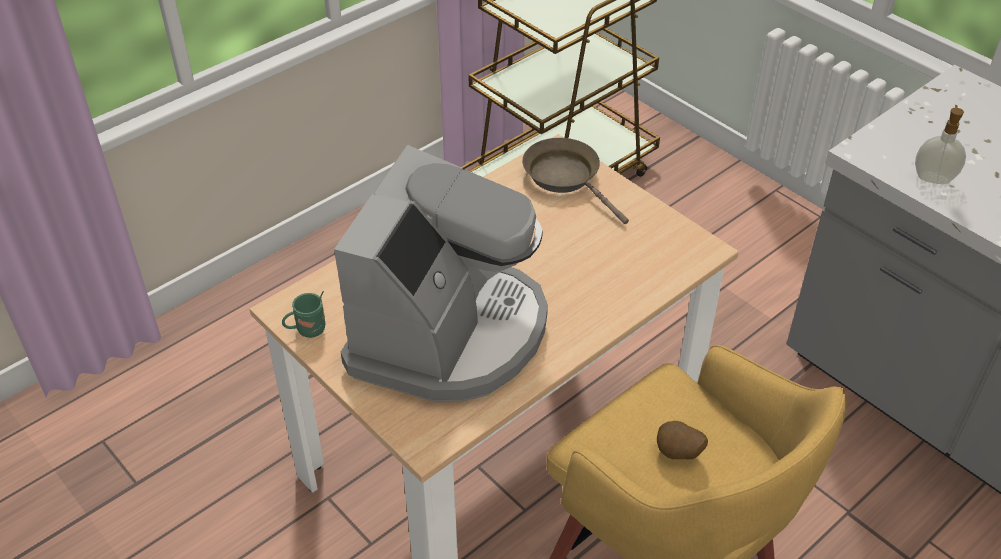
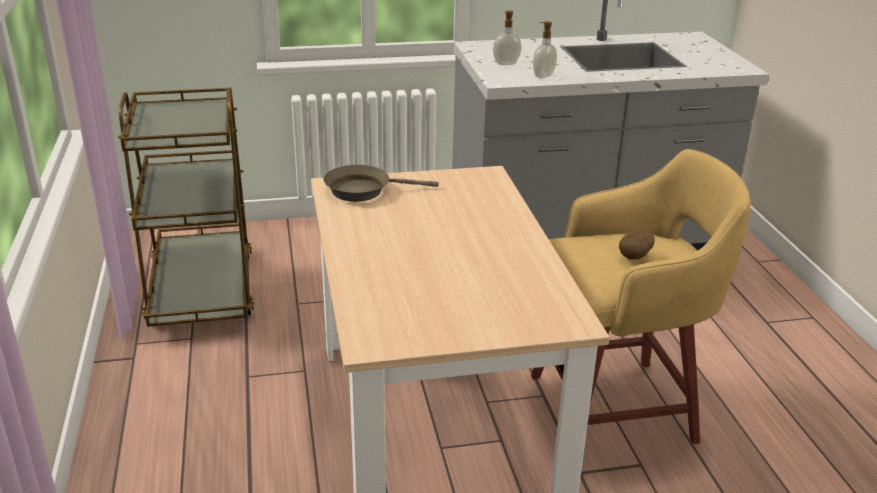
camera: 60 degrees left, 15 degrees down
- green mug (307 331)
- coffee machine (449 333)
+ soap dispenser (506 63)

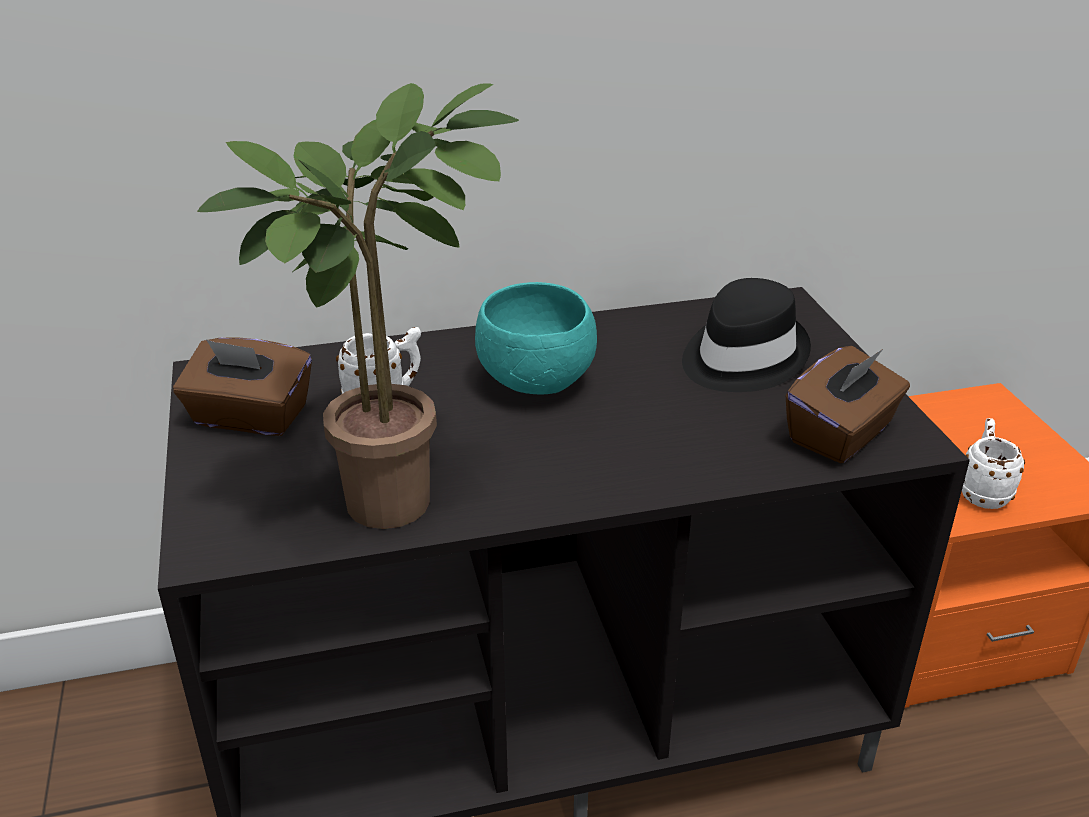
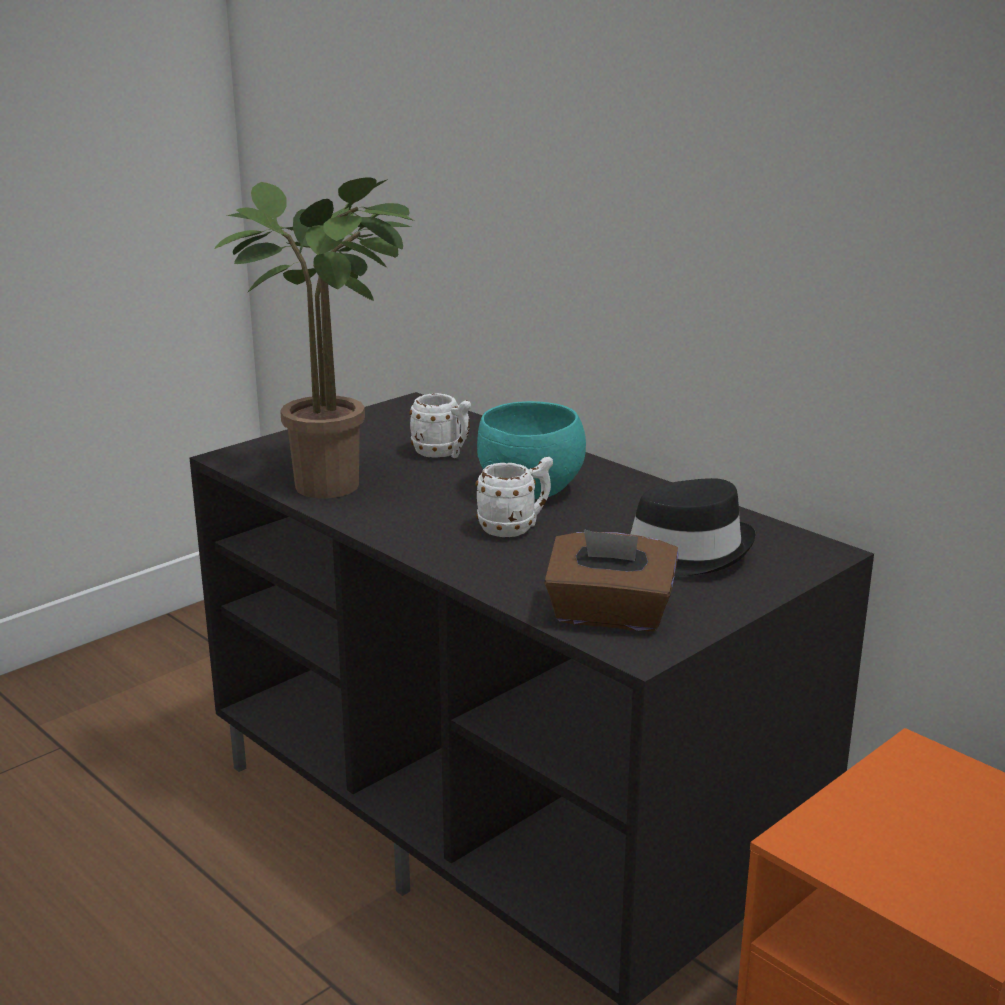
camera: 60 degrees right, 10 degrees down
- brown tissue box (250 417)
~ white mug (982 491) to (515 528)

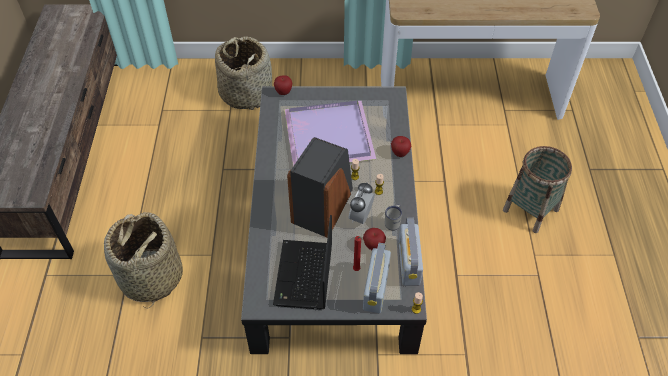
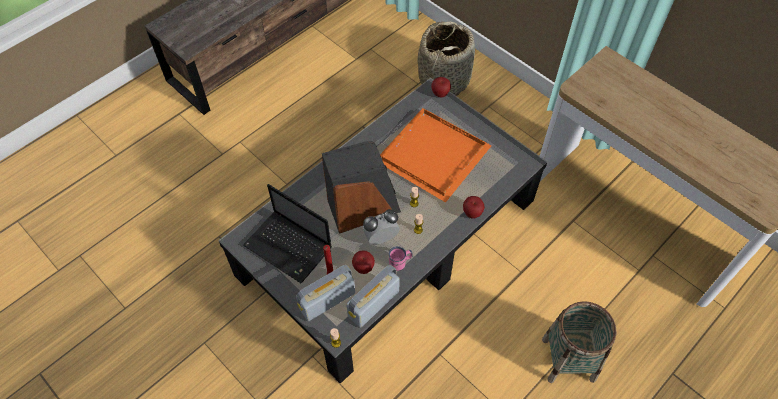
camera: 45 degrees right, 5 degrees up
- basket (150 278)
~ purple tray (327 135) to orange tray (432 153)
~ white mug (393 222) to pink mug (400 263)
~ laptop (304 277) = (290 247) 105 degrees counterclockwise

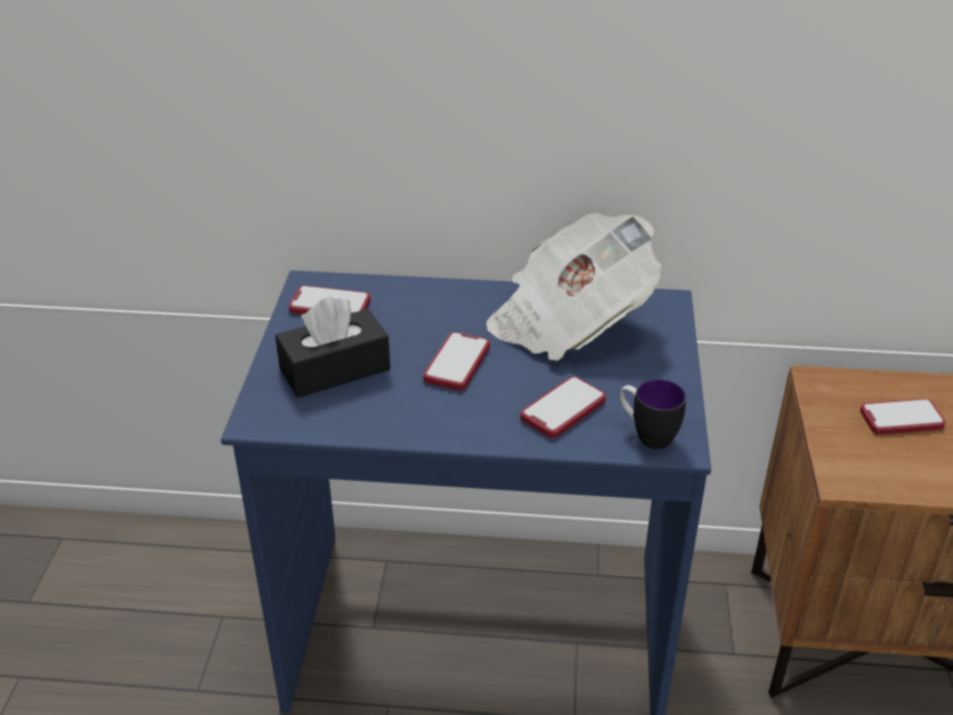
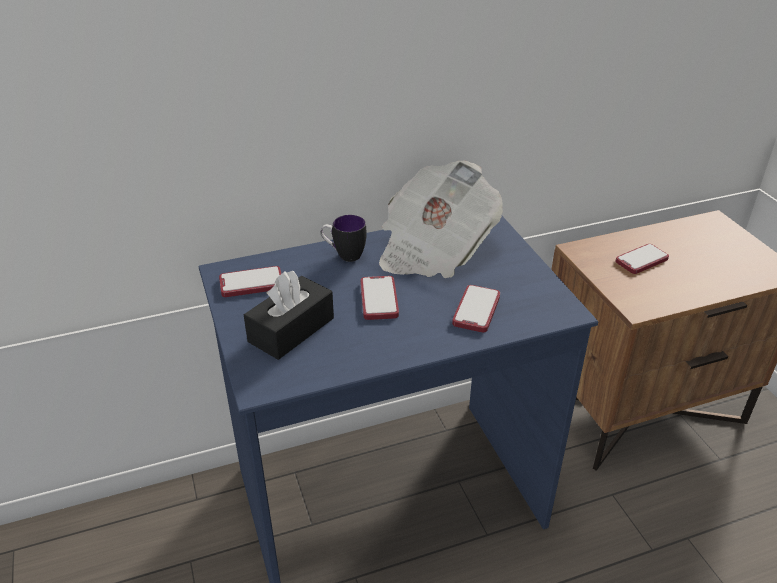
camera: 25 degrees left, 0 degrees up
~ mug (646 435) to (344 255)

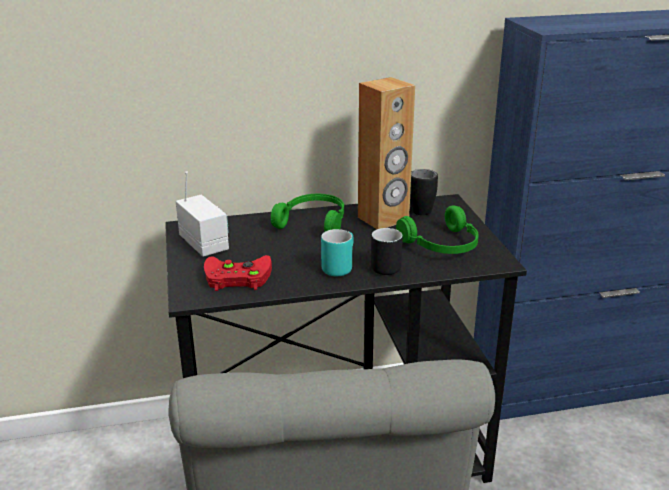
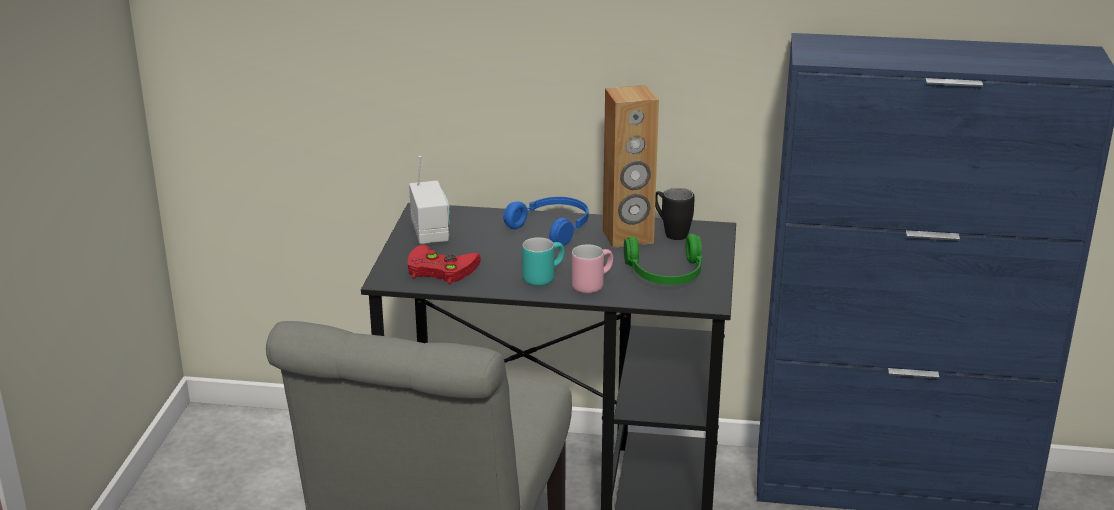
camera: 20 degrees right, 0 degrees up
~ green headphones (314 222) to blue headphones (553 228)
~ black mug (386 265) to pink mug (591 284)

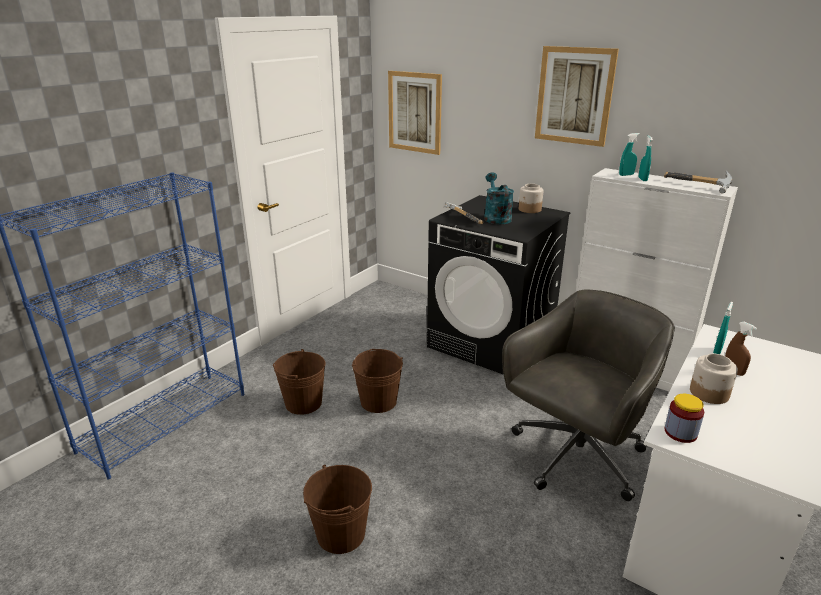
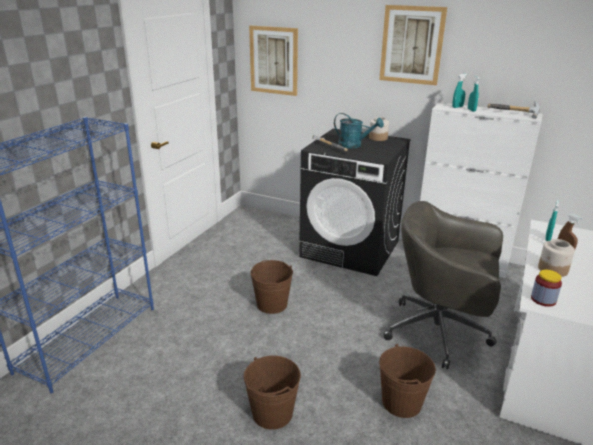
camera: 10 degrees left, 0 degrees up
~ brown bucket (303 403) to (401 402)
~ turquoise watering can (496 217) = (354 145) 135 degrees clockwise
~ grey office chair (575 457) = (440 332) 105 degrees counterclockwise

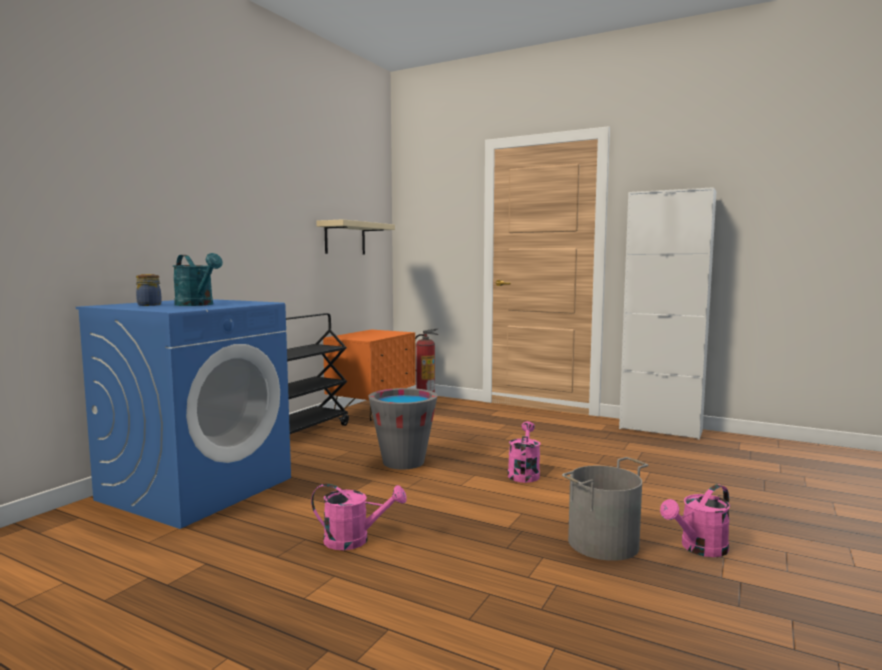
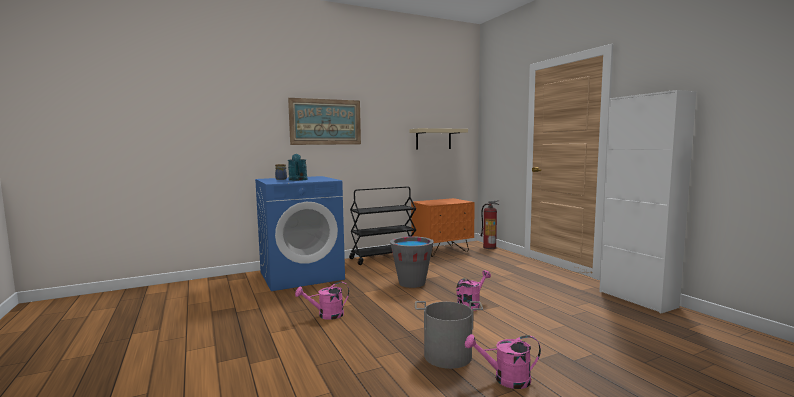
camera: 35 degrees right, 0 degrees up
+ picture (325 122)
~ pink watering can (355 540) = (326 315) 120 degrees clockwise

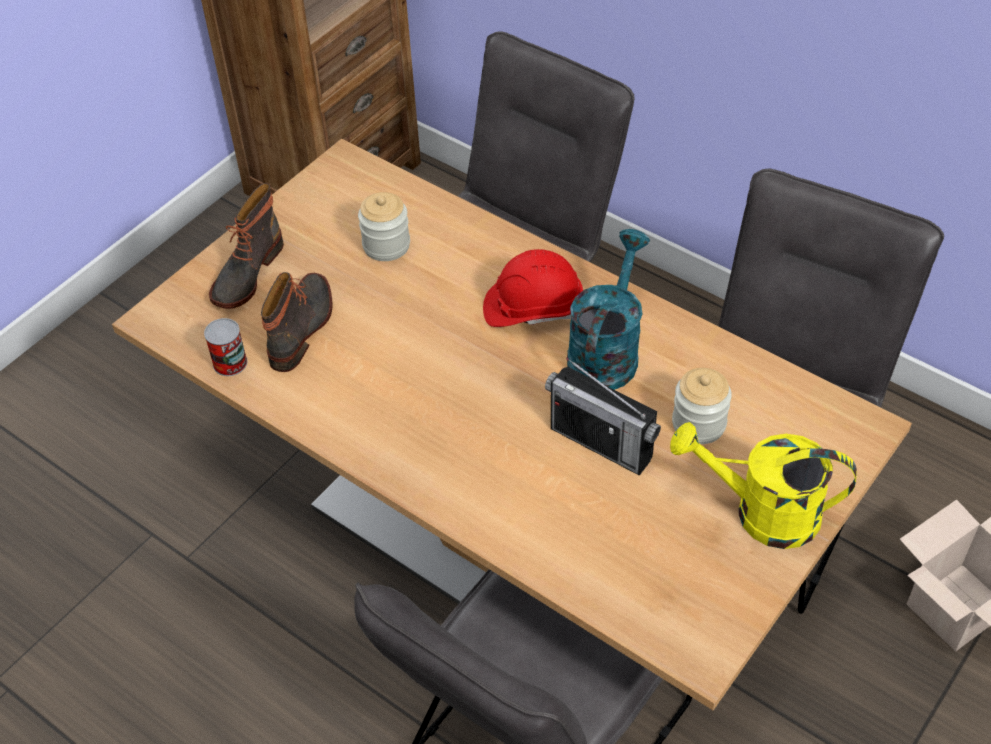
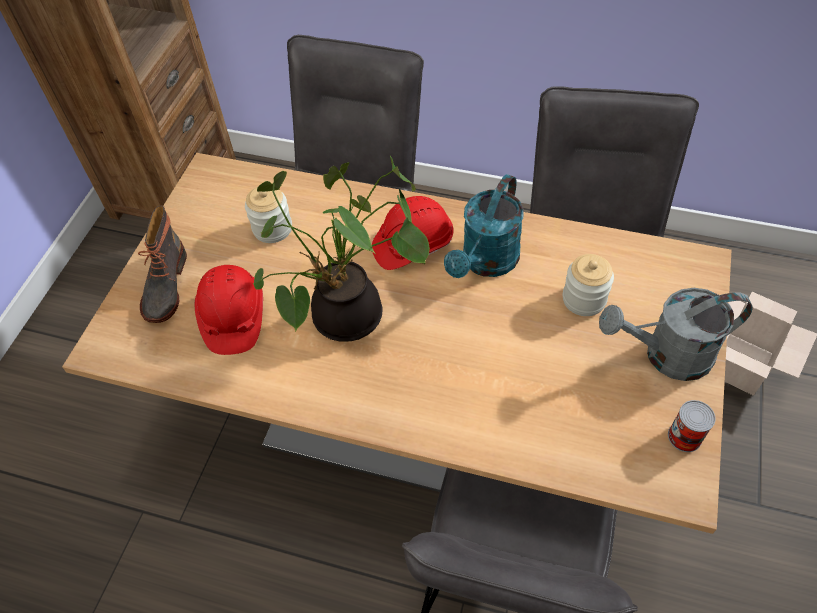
camera: 20 degrees left, 5 degrees up
- radio (601 443)
+ potted plant (347 321)
~ can (230 363) to (684 436)
~ boot (302 327) to red hard hat (233 318)
~ yellow watering can (761 513) to grey watering can (666 355)
~ turquoise watering can (606 351) = (486 263) 150 degrees counterclockwise

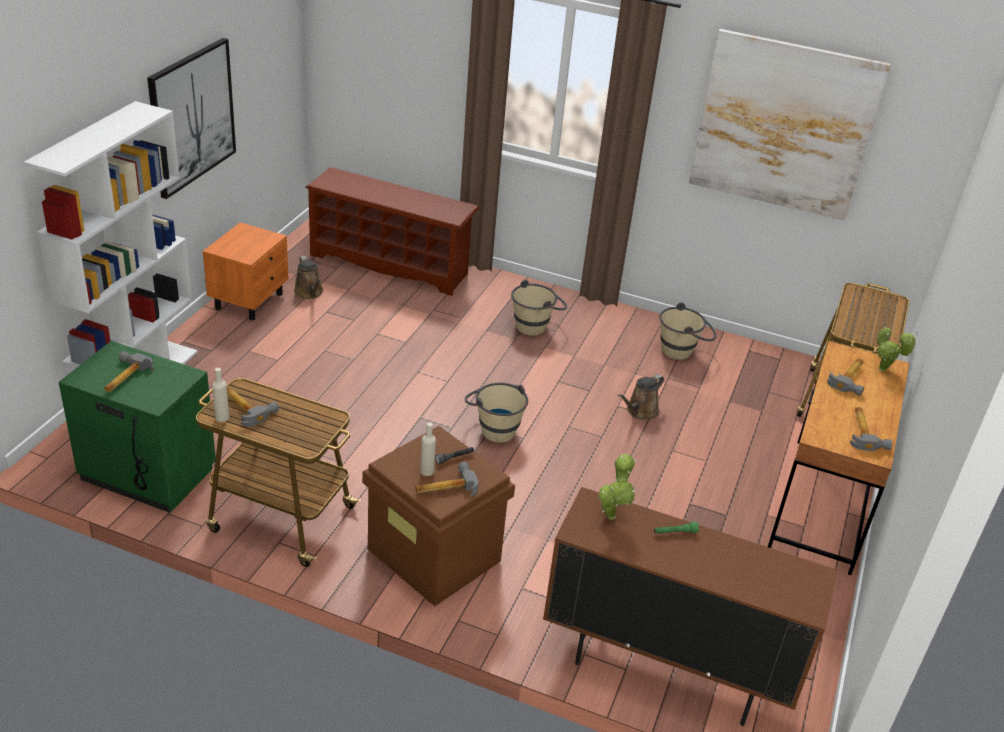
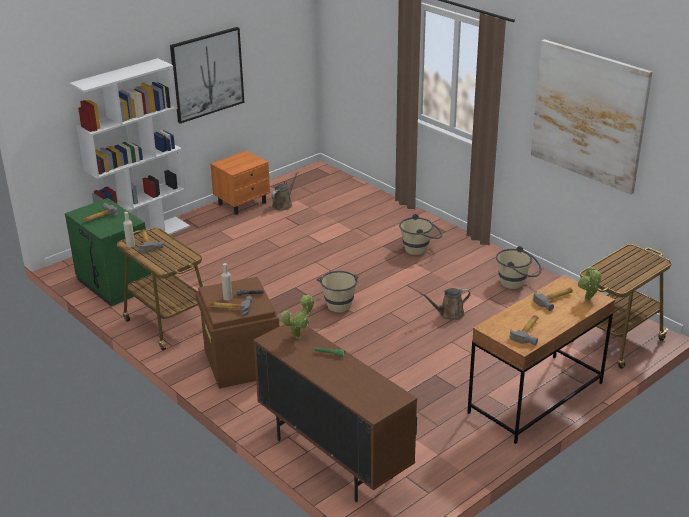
camera: 30 degrees right, 5 degrees down
- brown shoe rack (391 264)
~ brown watering can (309 293) = (283 204) 150 degrees counterclockwise

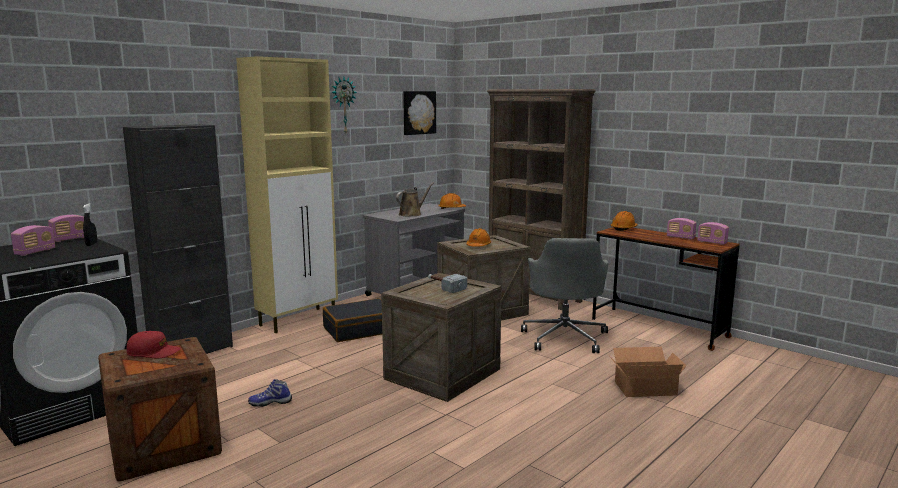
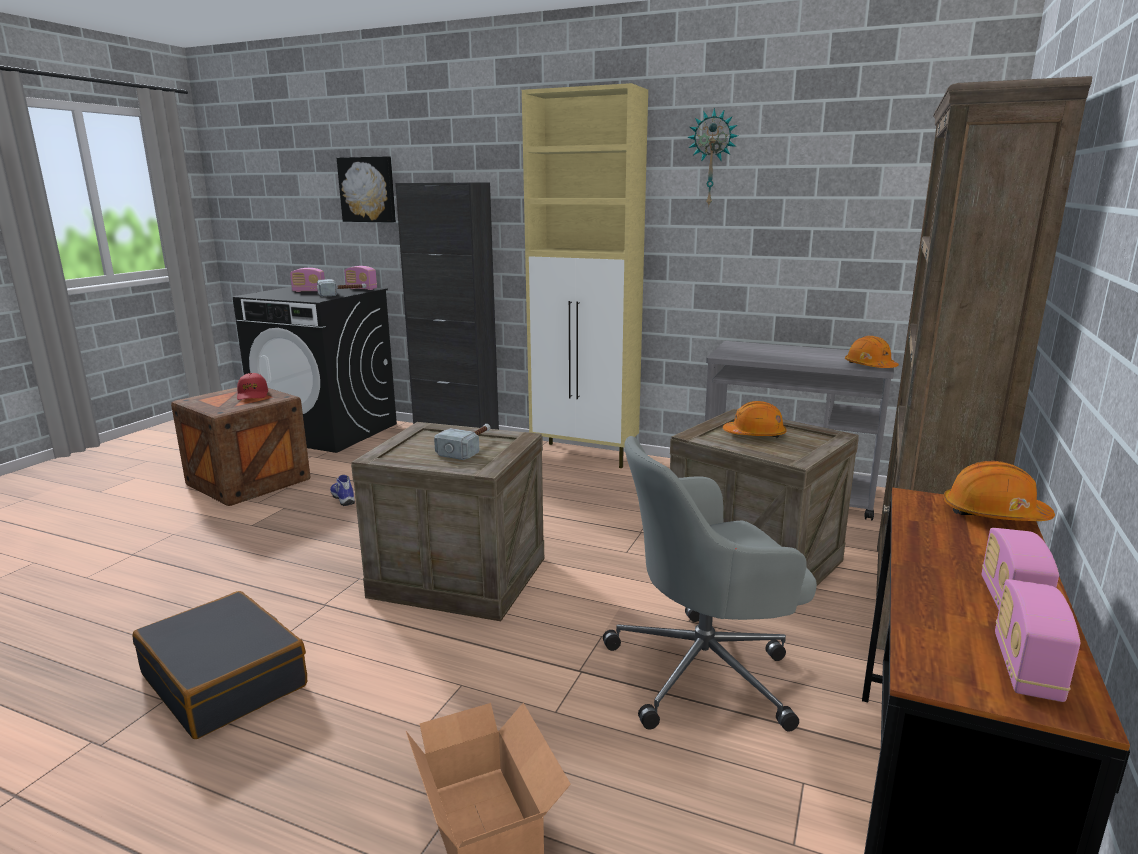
camera: 70 degrees right, 5 degrees up
- brown watering can (412 214)
~ black suitcase (359 330) to (225 680)
~ picture (418 112) to (368 189)
~ black spray bottle (91 244) to hammer (342 294)

